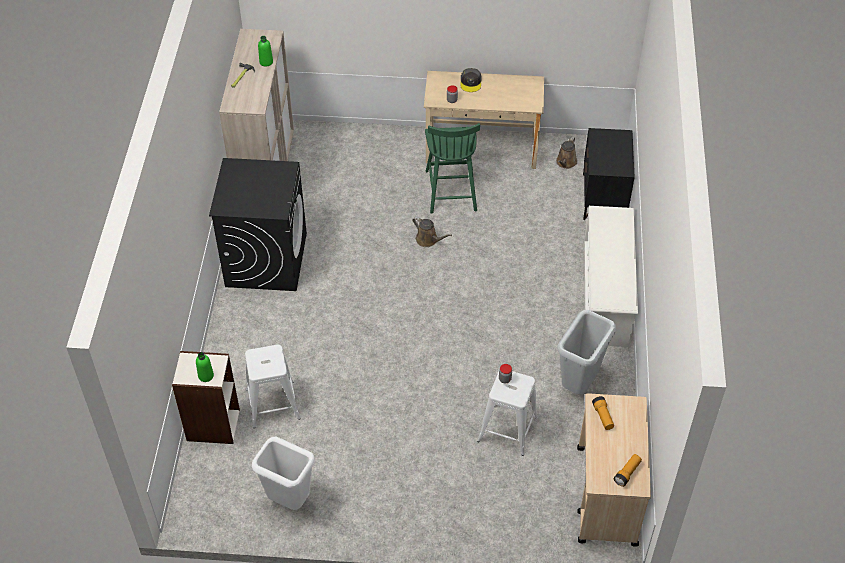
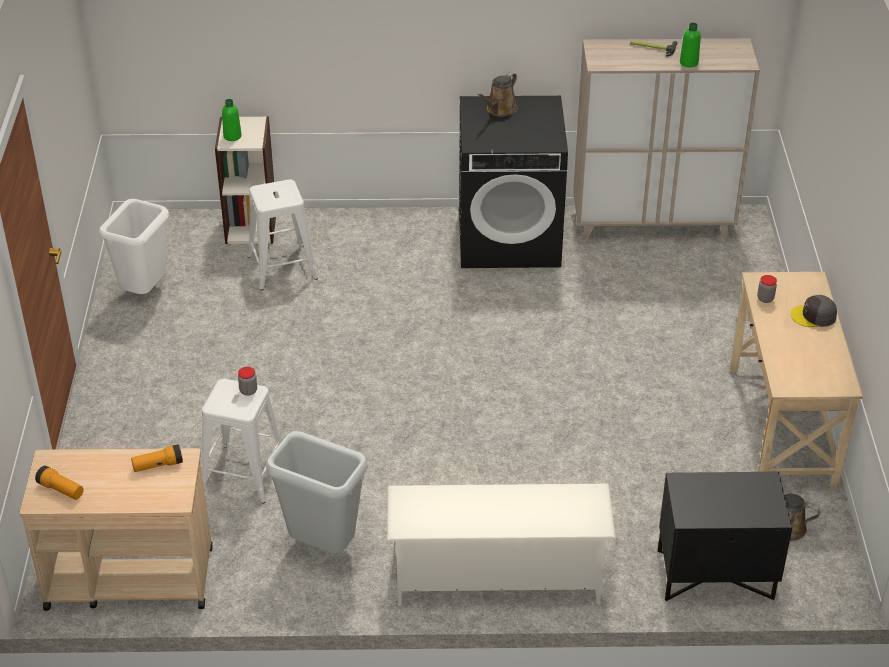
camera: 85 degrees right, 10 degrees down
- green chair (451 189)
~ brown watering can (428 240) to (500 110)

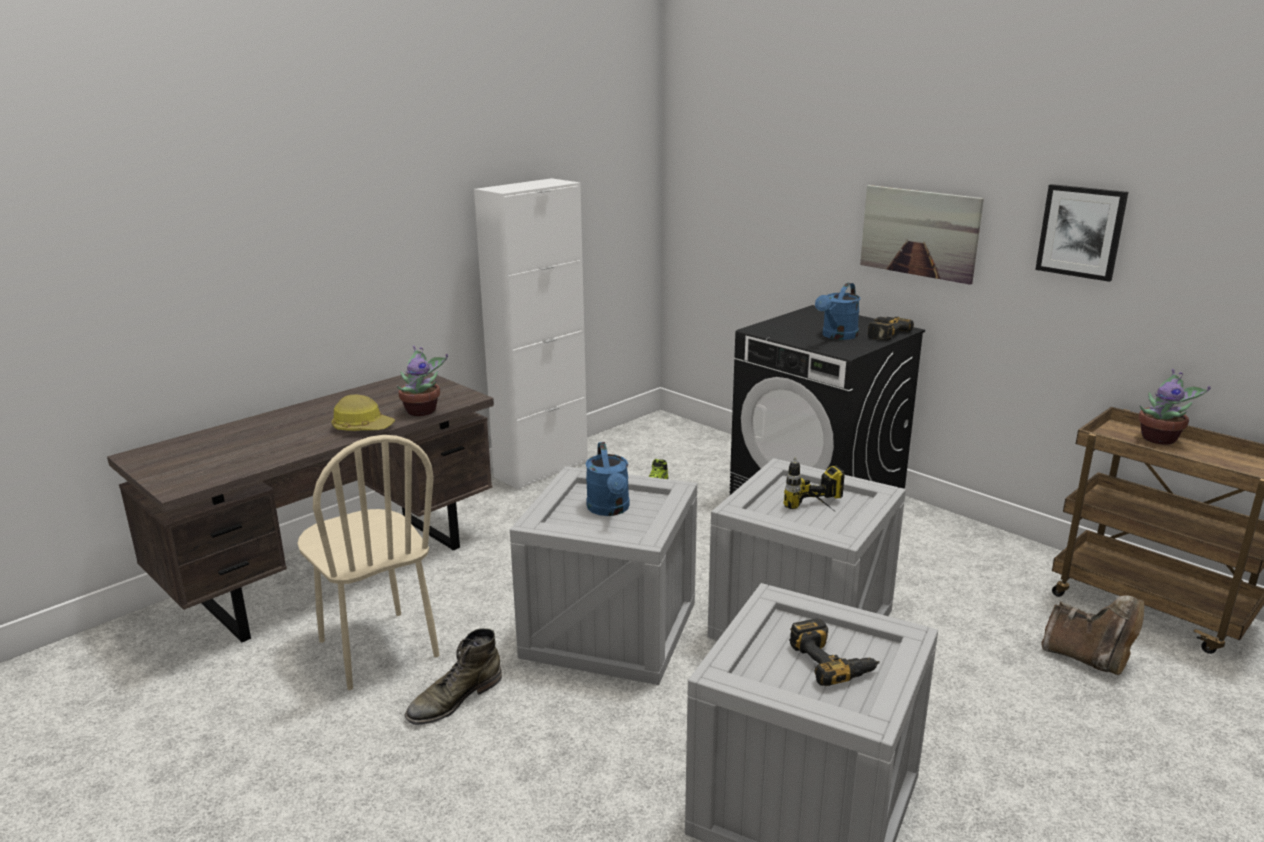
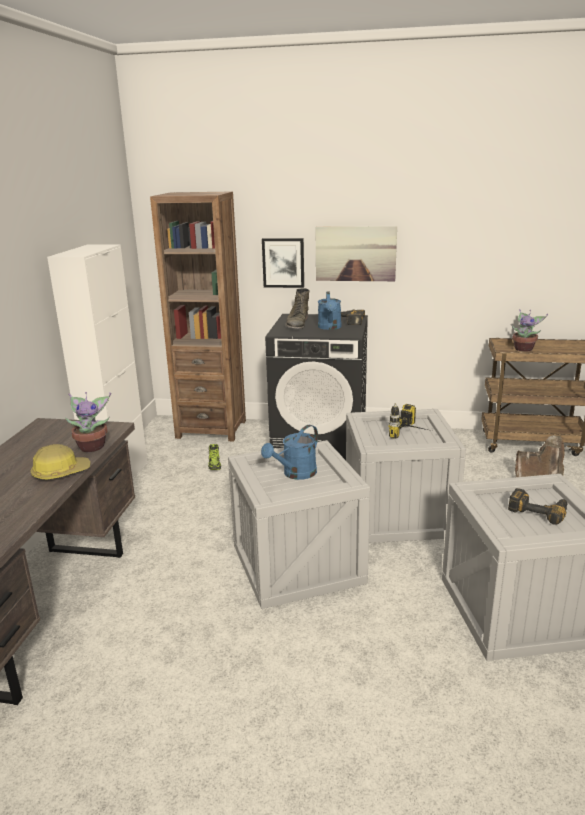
camera: 35 degrees left, 0 degrees up
- beige chair (377 649)
+ brown bookcase (211 429)
~ green boot (454 699) to (297 324)
~ picture (1081 231) to (283 262)
~ blue watering can (610 509) = (295 474) 90 degrees clockwise

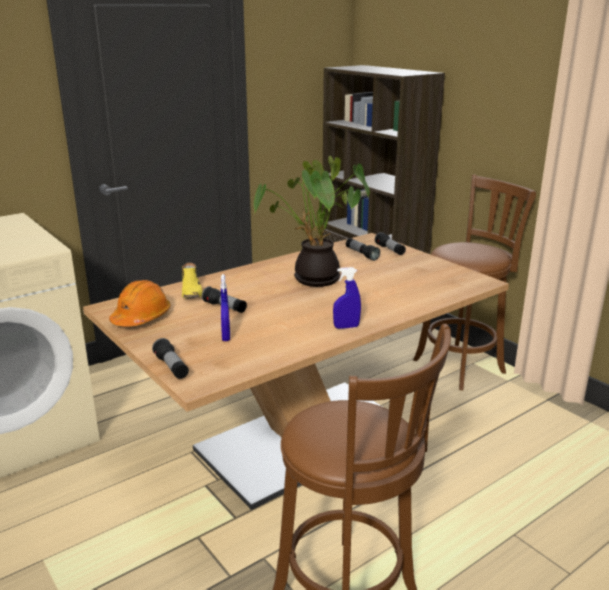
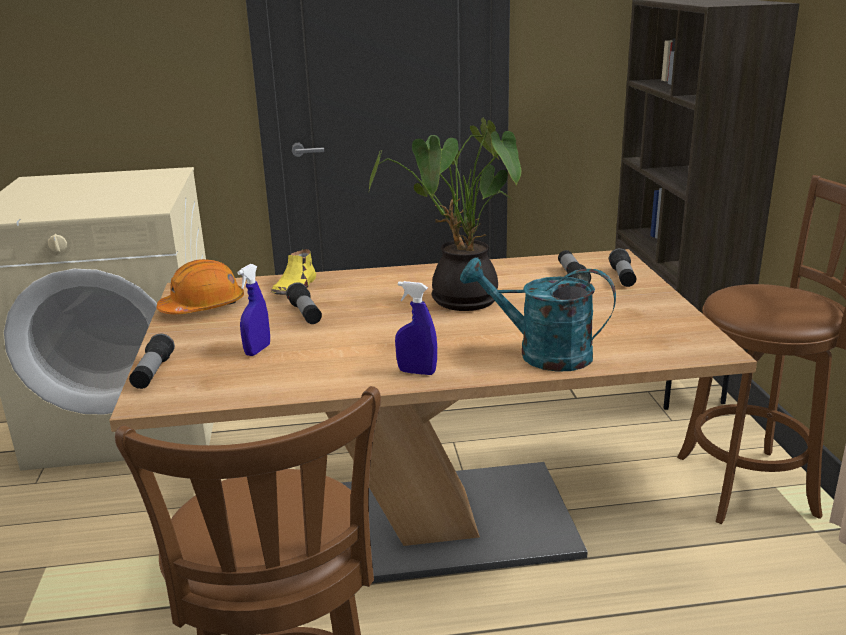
camera: 30 degrees right, 0 degrees up
+ turquoise watering can (541 354)

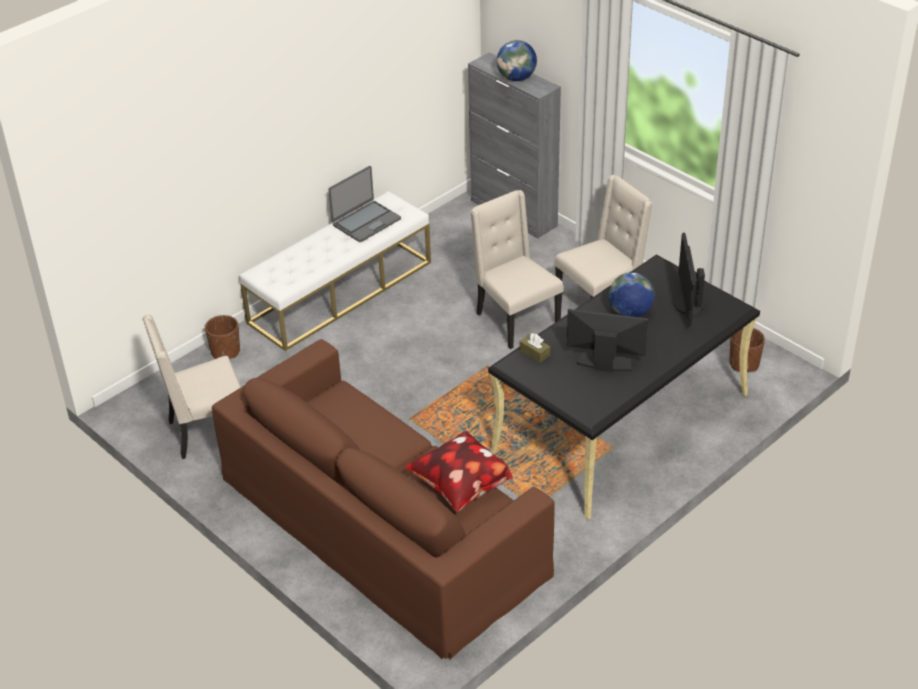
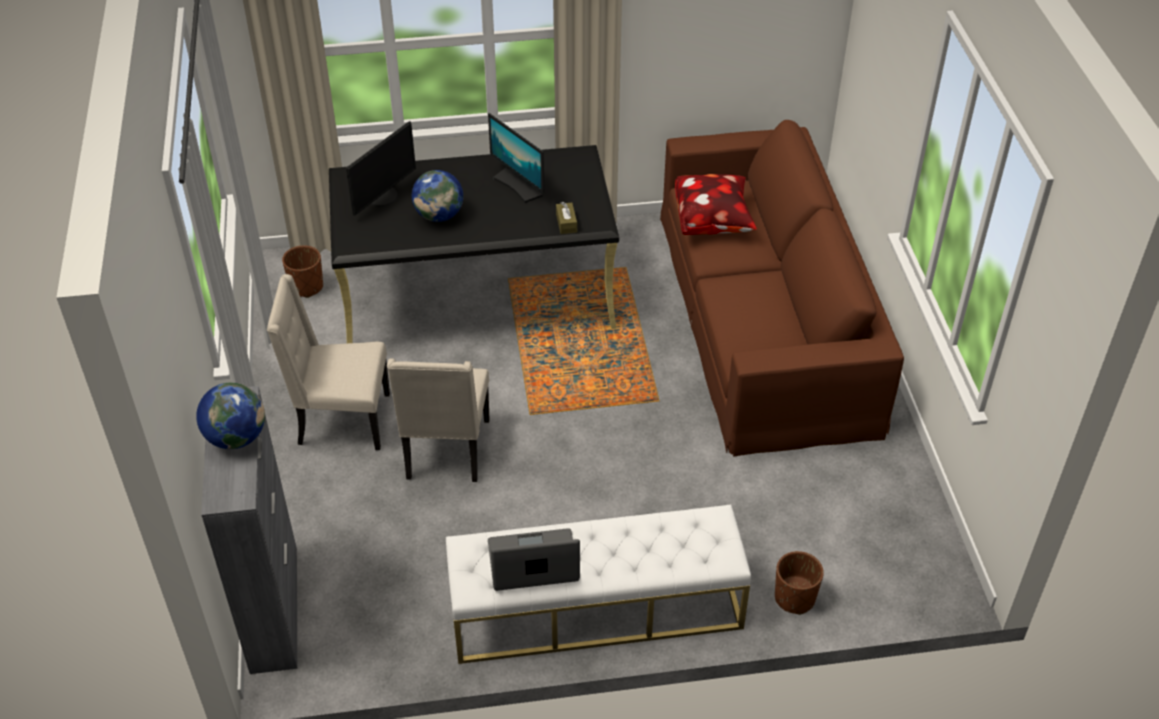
camera: 145 degrees left, 5 degrees up
- beige chair (207 432)

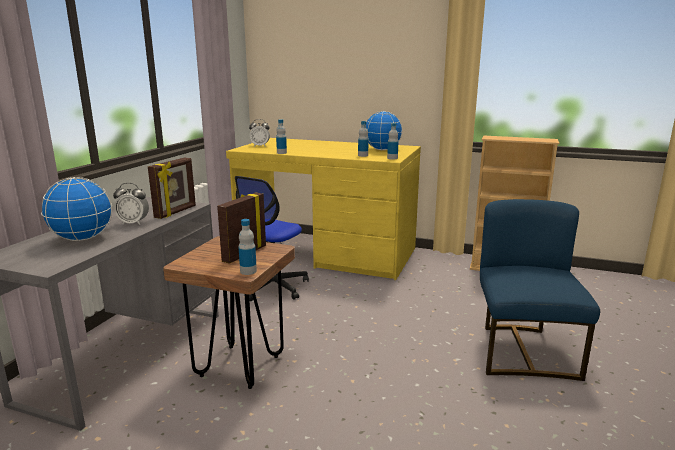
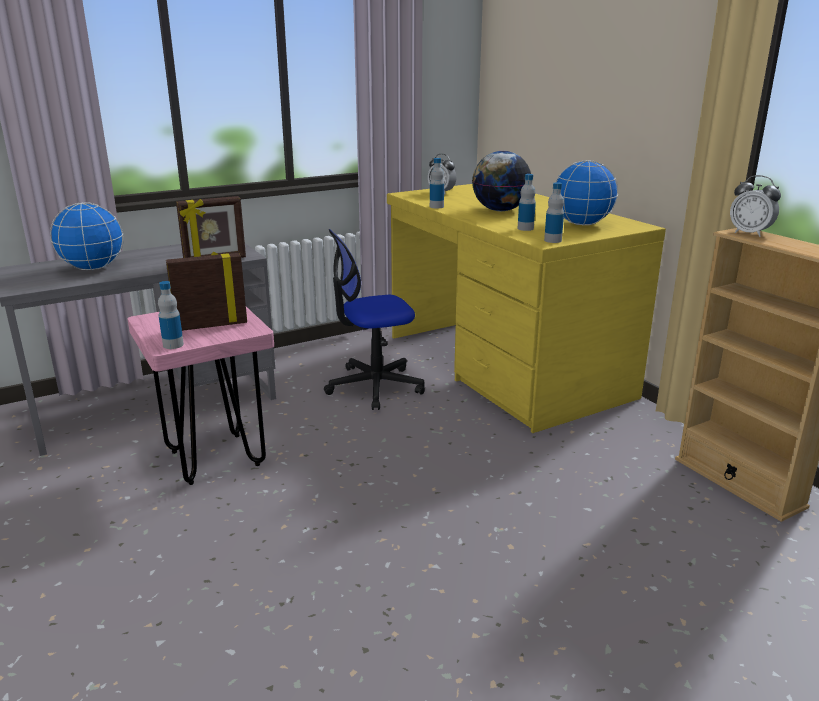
camera: 40 degrees right, 5 degrees up
- blue chair (523 351)
+ globe (500 210)
~ alarm clock (133 223) to (750 233)
~ brown stool (240 366) to pink stool (215 459)

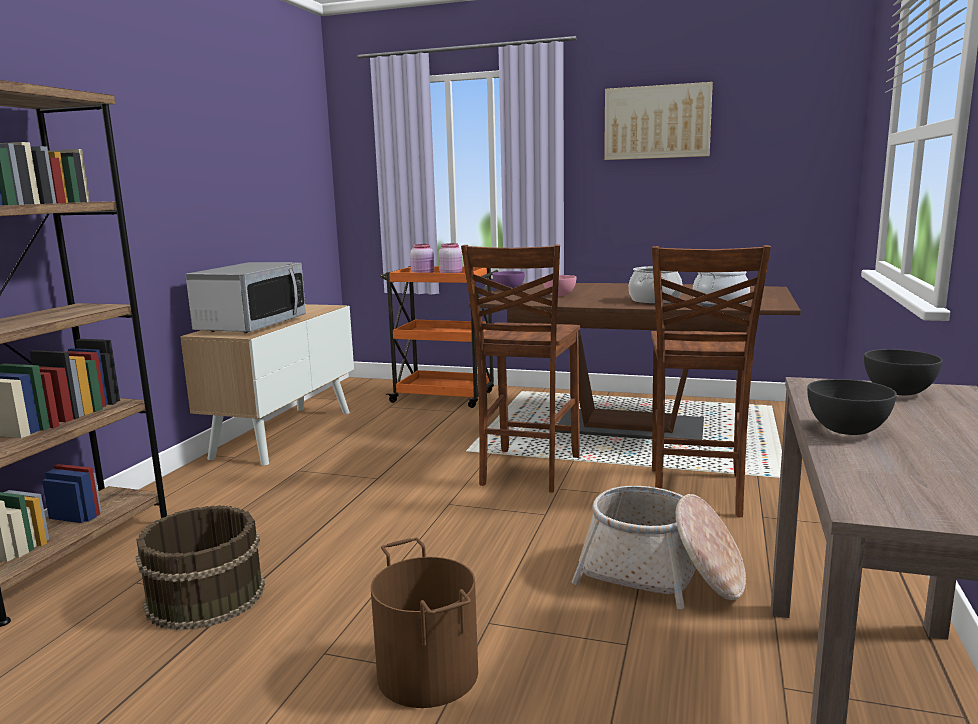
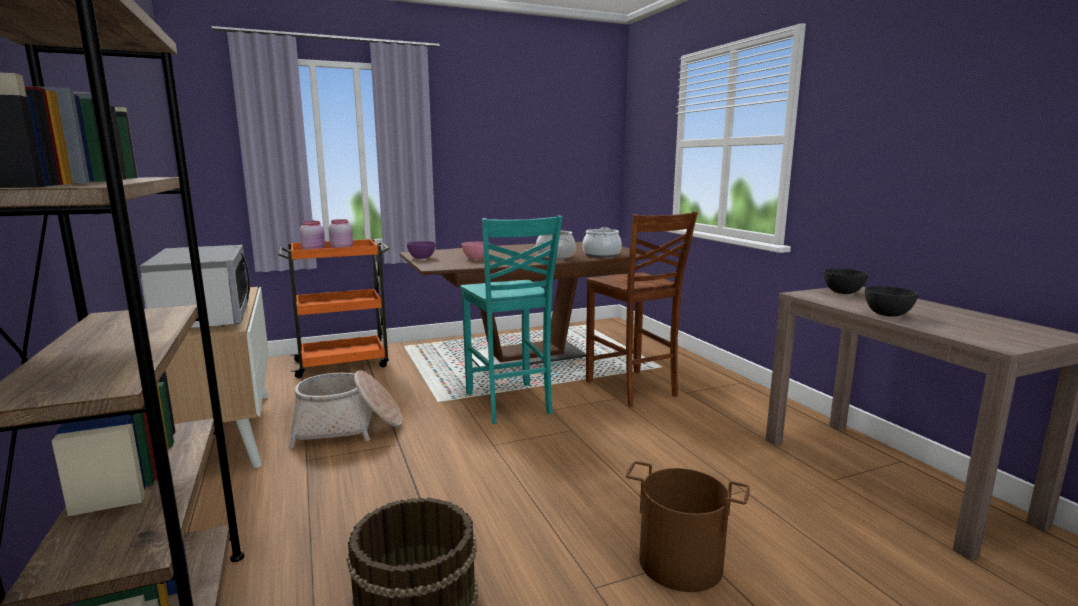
camera: 40 degrees left, 0 degrees up
- picture (657 122)
~ basket (660 576) to (348 428)
~ brown chair (527 471) to turquoise chair (509 404)

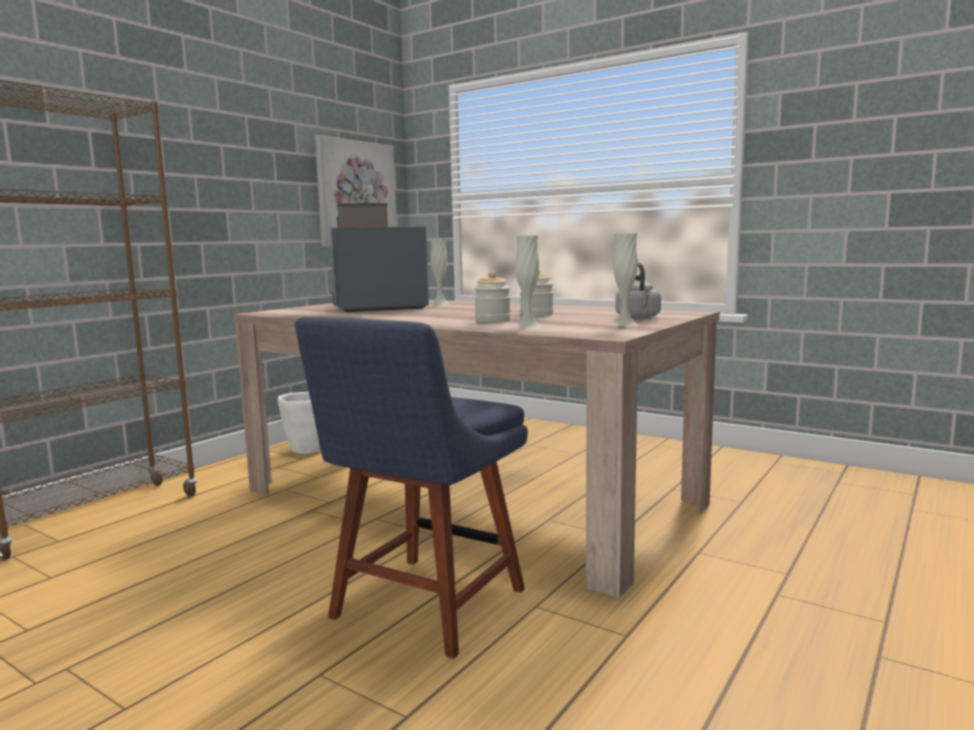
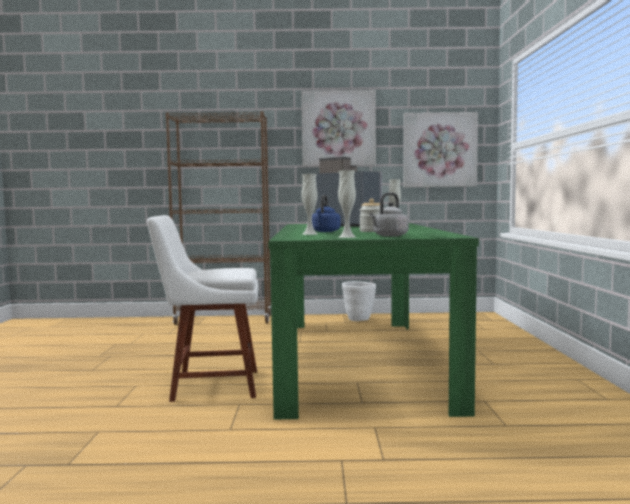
camera: 55 degrees right, 5 degrees down
+ picture (338 128)
~ jar (493 320) to blue kettle (325 231)
~ beige dining table (468 497) to green dining table (357 360)
~ blue chair (423 607) to white chair (210 385)

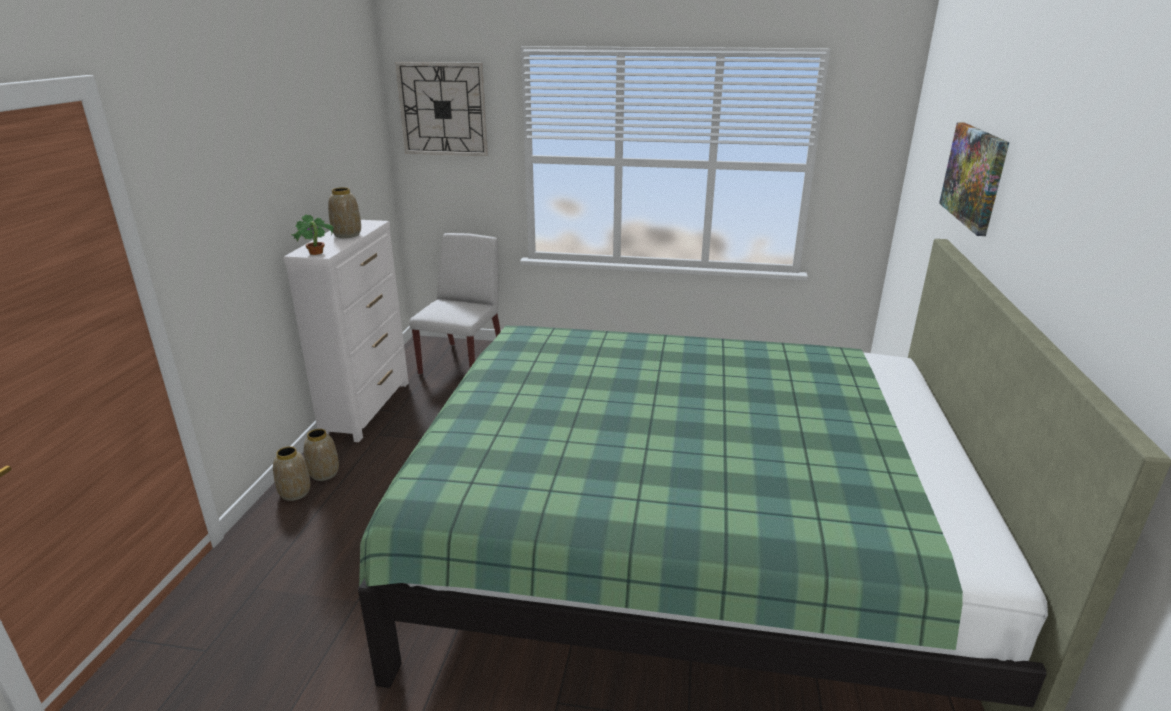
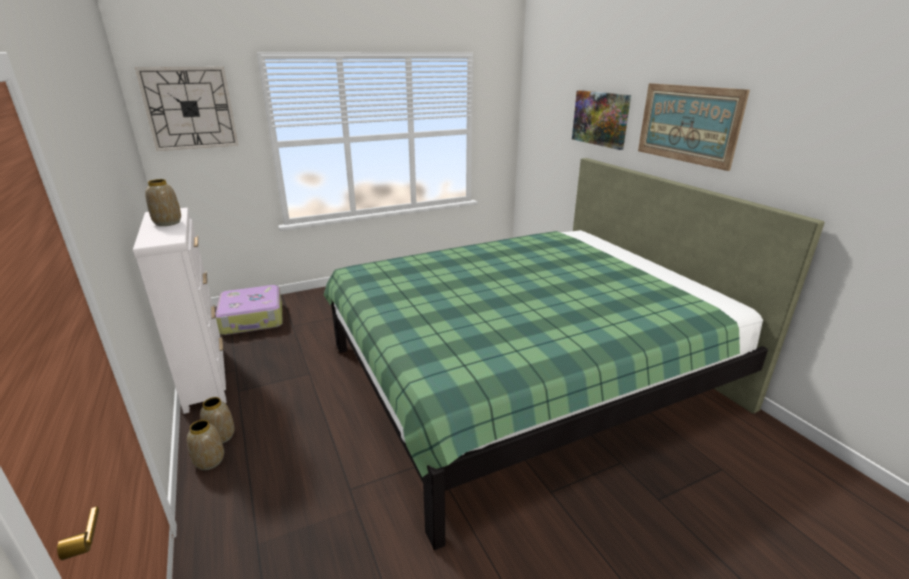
camera: 35 degrees left, 0 degrees up
- potted plant (316 253)
+ picture (687 124)
~ white chair (463 362) to suitcase (253 319)

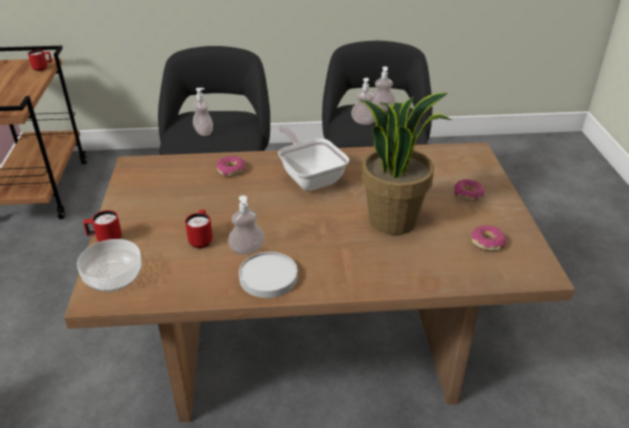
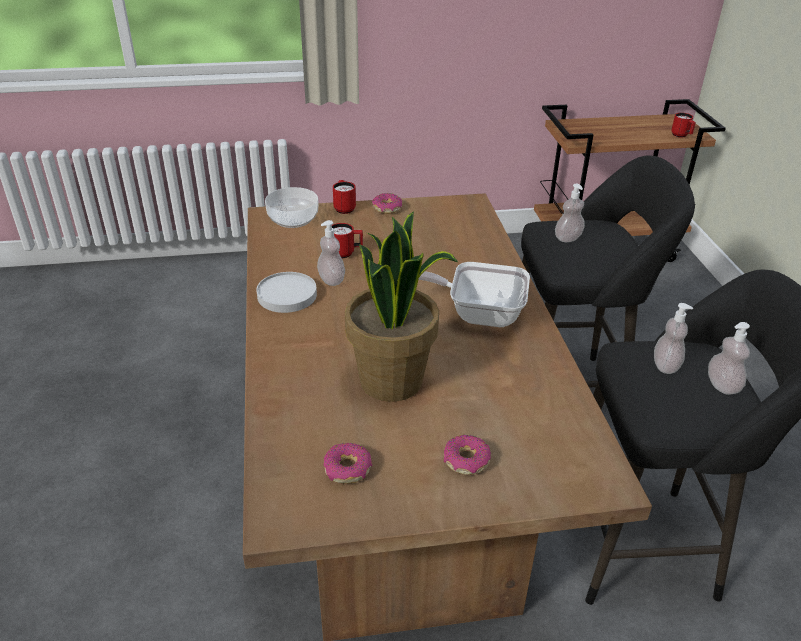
camera: 85 degrees right, 0 degrees up
~ donut (231 170) to (387 208)
~ frying pan (310 177) = (477 313) 135 degrees counterclockwise

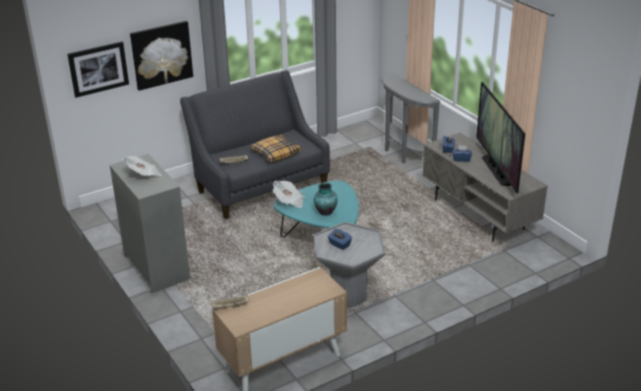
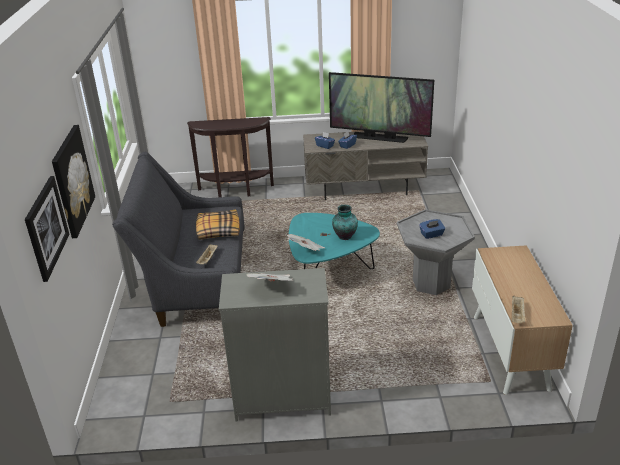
camera: 60 degrees left, 0 degrees up
~ grey console table (403 154) to brown console table (235 191)

